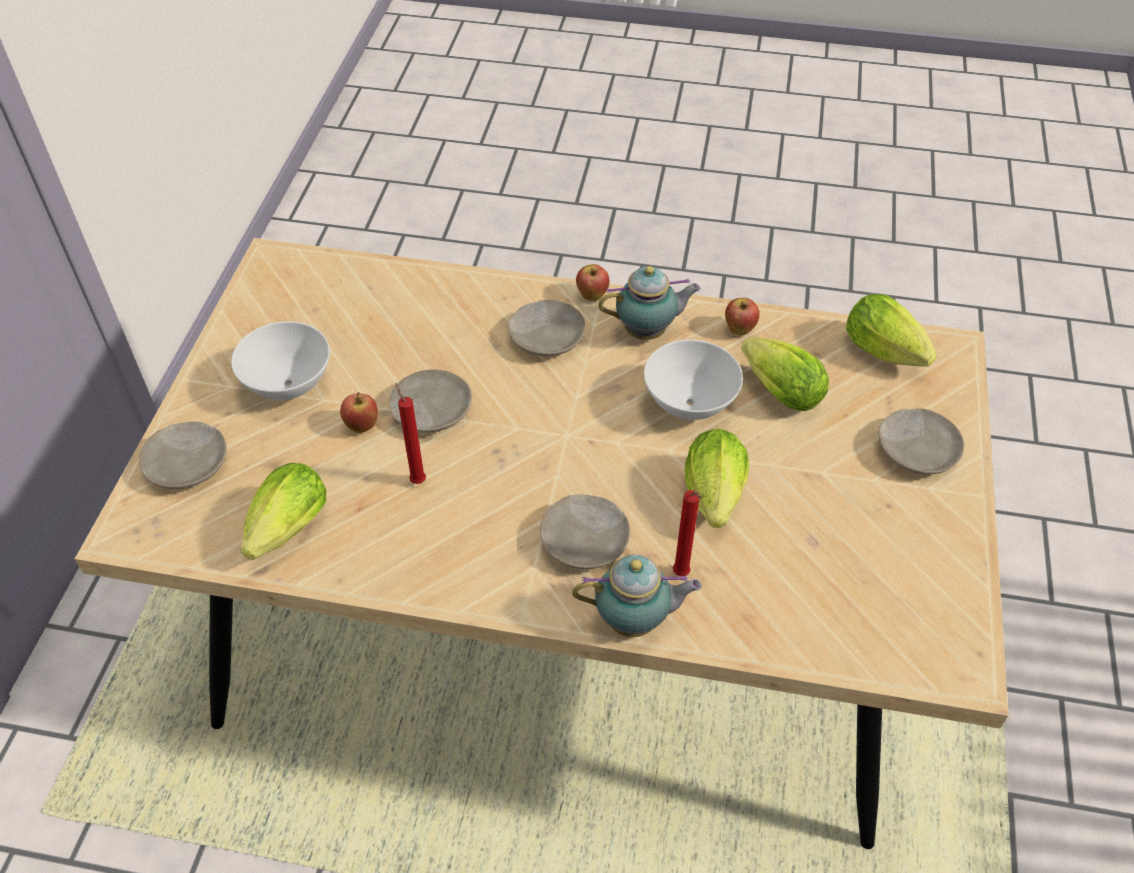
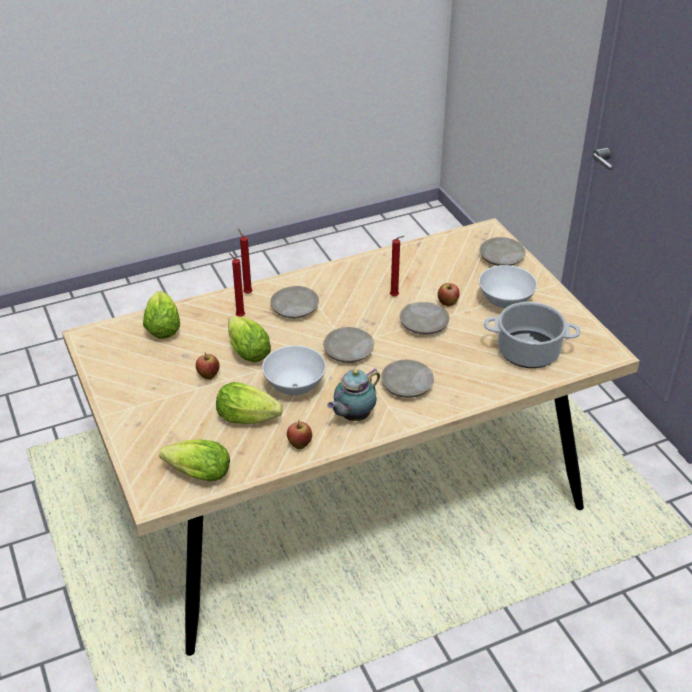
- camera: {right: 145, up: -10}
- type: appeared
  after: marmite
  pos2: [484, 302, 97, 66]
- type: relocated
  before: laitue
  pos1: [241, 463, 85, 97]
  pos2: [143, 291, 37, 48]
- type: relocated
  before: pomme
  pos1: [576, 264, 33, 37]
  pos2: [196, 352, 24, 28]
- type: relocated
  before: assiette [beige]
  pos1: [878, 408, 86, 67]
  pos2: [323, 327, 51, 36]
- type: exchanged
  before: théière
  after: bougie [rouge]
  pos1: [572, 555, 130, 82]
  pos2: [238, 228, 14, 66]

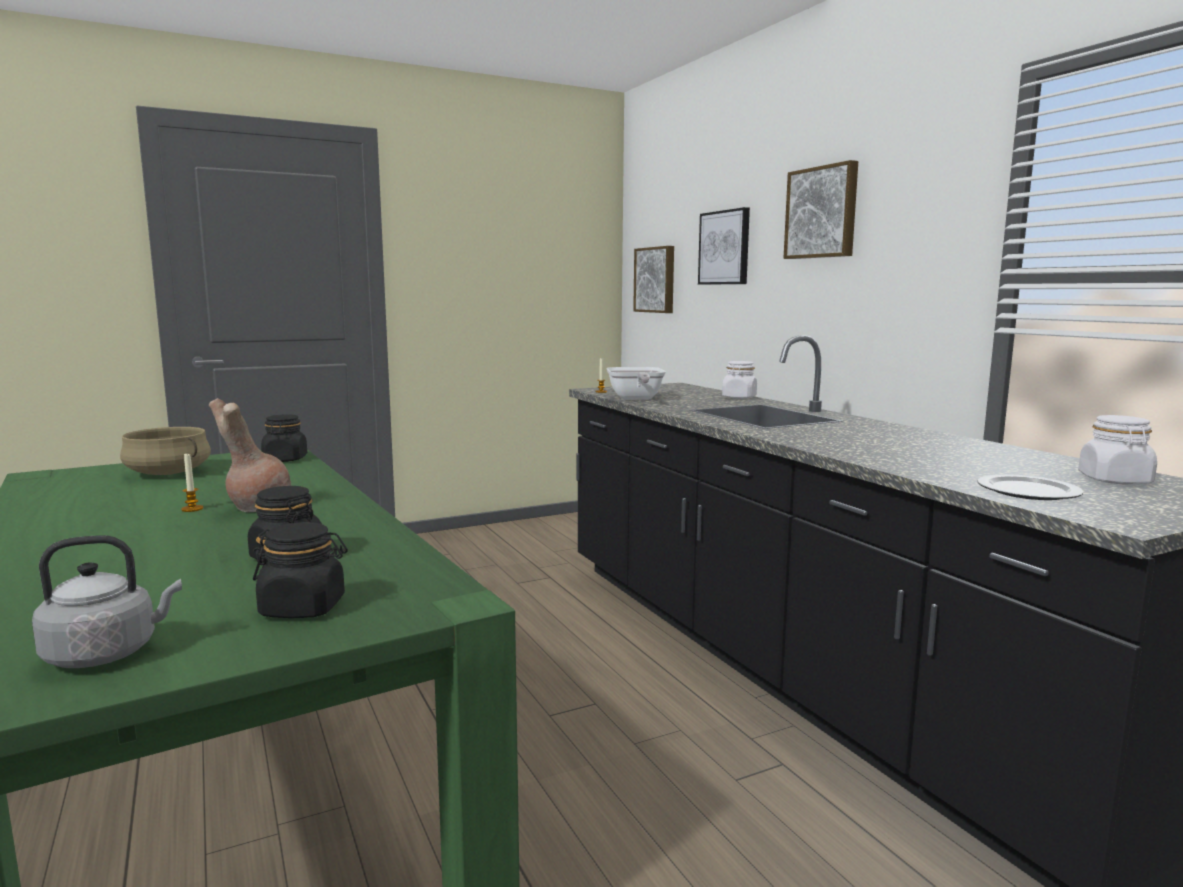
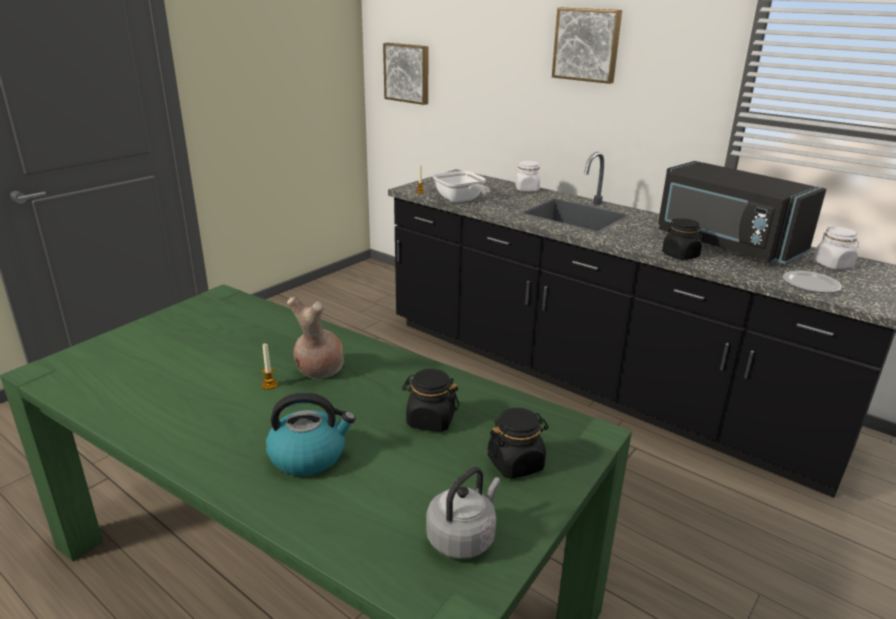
- camera: {right: -25, up: 15}
- type: missing
  before: marmite [beige]
  pos1: [120, 427, 91, 48]
- type: missing
  before: tableau
  pos1: [698, 207, 52, 78]
- type: appeared
  after: bouilloire
  pos2: [266, 393, 90, 83]
- type: appeared
  after: micro-ondes [noir]
  pos2: [658, 161, 168, 103]
- type: relocated
  before: bocal [noir]
  pos1: [261, 414, 46, 48]
  pos2: [662, 218, 41, 42]

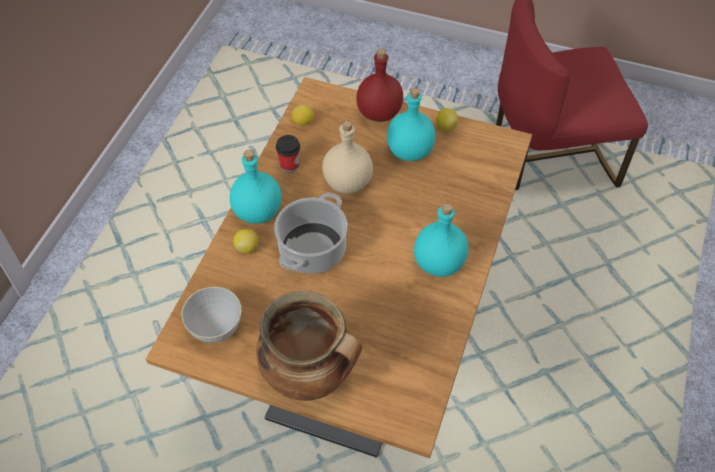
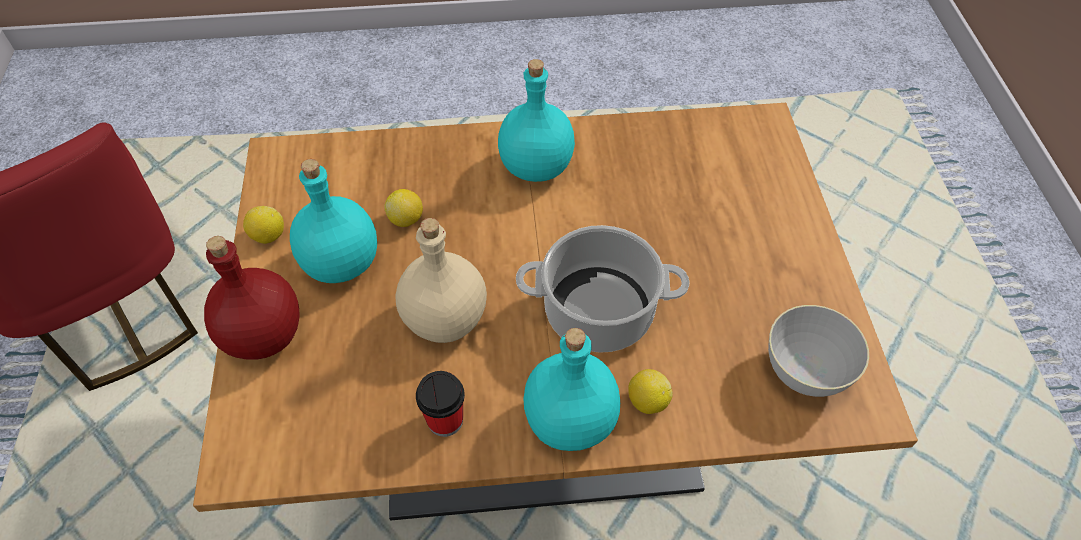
- camera: {right: -115, up: 0}
- type: missing
  before: marmite
  pos1: [256, 291, 106, 110]
- type: relocated
  before: citron
  pos1: [291, 104, 22, 21]
  pos2: [384, 189, 39, 38]

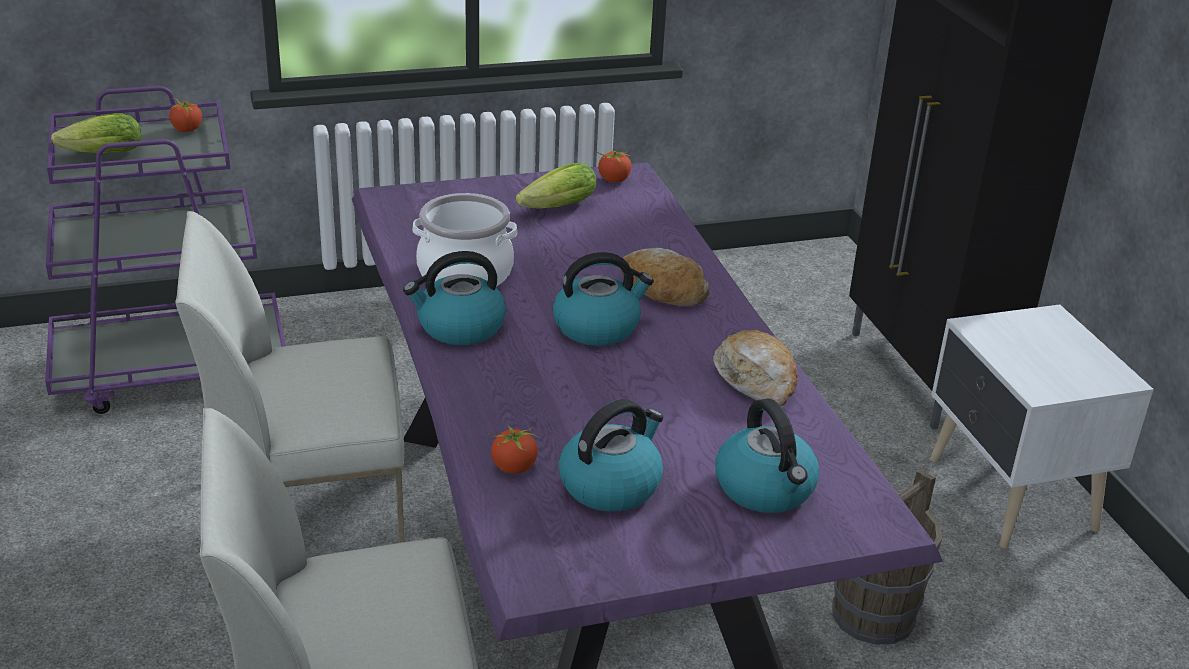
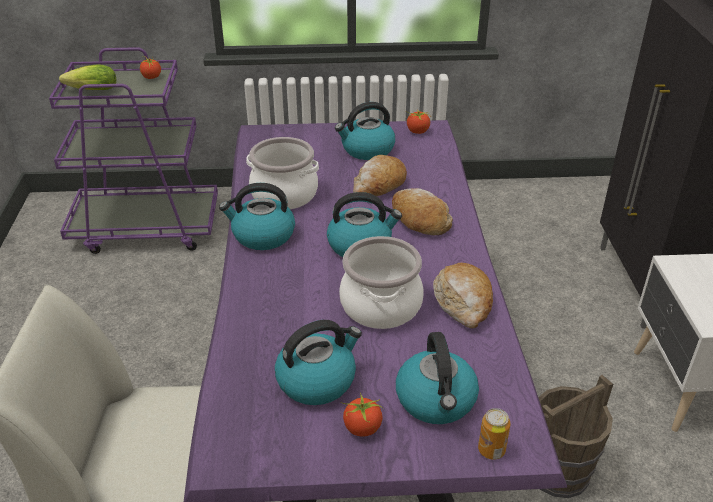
- camera: {right: 15, up: 5}
- type: missing
  before: chaise [blanc]
  pos1: [175, 211, 229, 377]
- type: appeared
  after: marmite
  pos2: [339, 236, 85, 93]
- type: appeared
  after: pain
  pos2: [353, 155, 54, 41]
- type: appeared
  after: boîte métallique
  pos2: [478, 408, 33, 52]
- type: relocated
  before: tomate
  pos1: [488, 424, 50, 50]
  pos2: [341, 393, 43, 44]
- type: exchanged
  before: laitue
  after: bouilloire
  pos1: [516, 163, 80, 46]
  pos2: [335, 102, 60, 58]

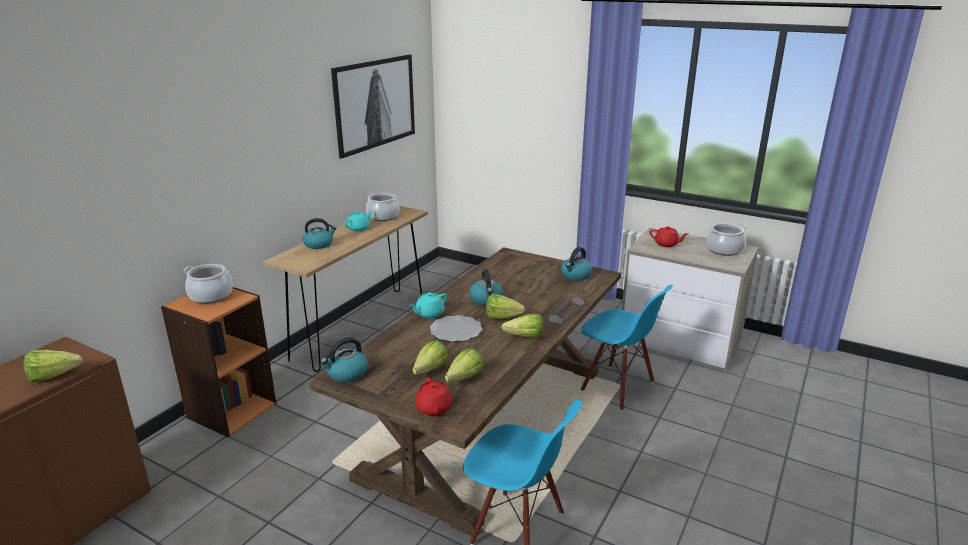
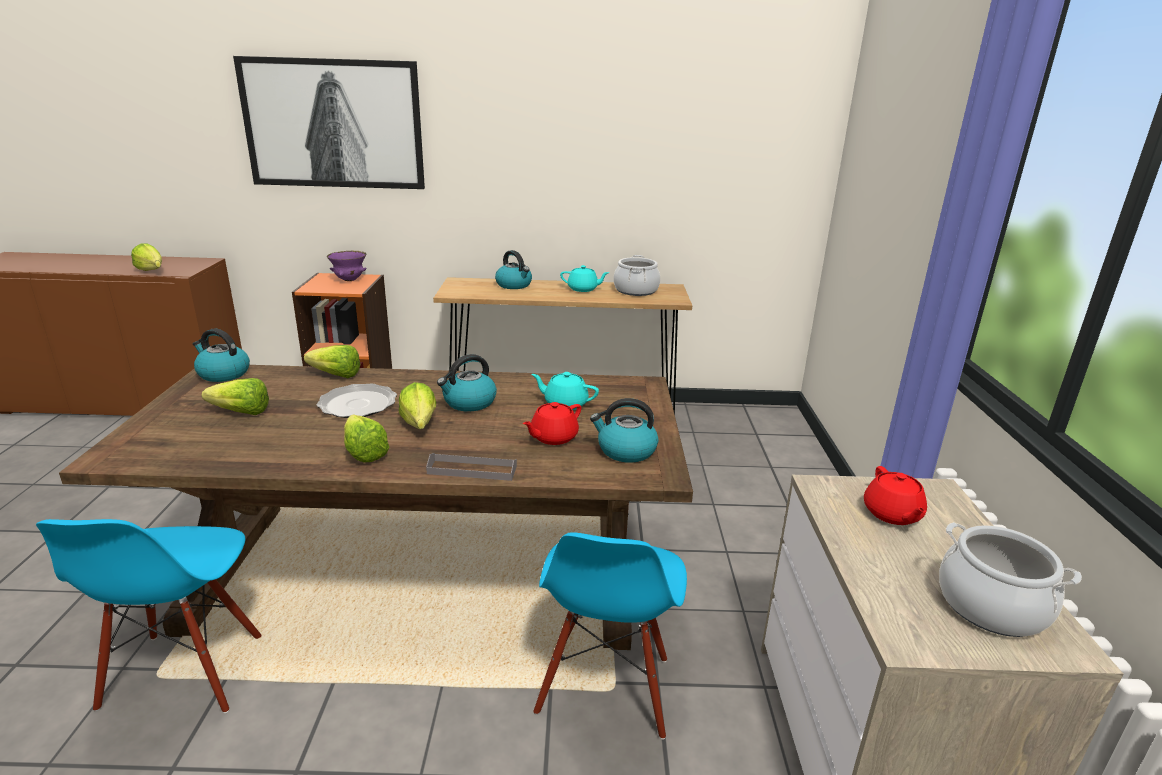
- camera: {right: 60, up: 0}
- type: relocated
  before: tableau
  pos1: [331, 54, 84, 105]
  pos2: [233, 56, 192, 133]
- type: relocated
  before: théière [turquoise]
  pos1: [409, 292, 38, 26]
  pos2: [531, 372, 68, 38]
- type: relocated
  before: théière [rouge]
  pos1: [415, 377, 37, 39]
  pos2: [523, 402, 58, 43]
- type: relocated
  before: laitue
  pos1: [445, 349, 38, 33]
  pos2: [304, 345, 56, 33]
- type: exchanged
  before: marmite
  after: bol [violet]
  pos1: [183, 264, 50, 40]
  pos2: [327, 251, 40, 30]

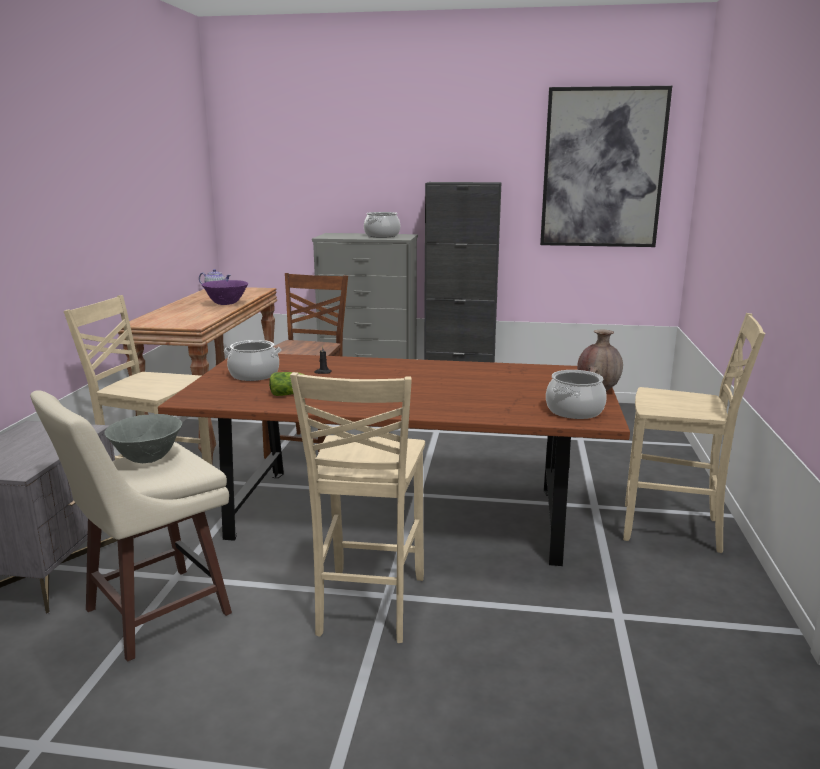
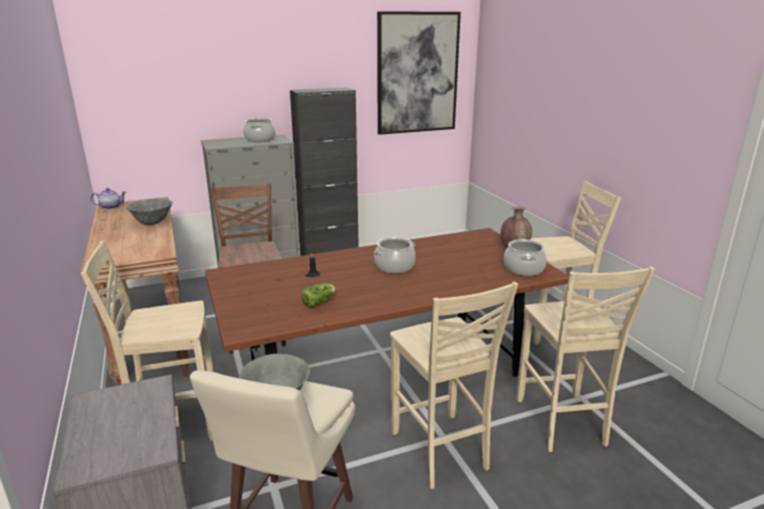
- camera: {right: -30, up: 5}
- type: appeared
  after: chaise [beige]
  pos2: [516, 267, 139, 185]
- type: relocated
  before: marmite
  pos1: [224, 340, 57, 41]
  pos2: [374, 237, 42, 36]
- type: colour
  before: bol [violet]
  after: bol [gris]
  pos1: [201, 280, 48, 25]
  pos2: [126, 198, 47, 27]

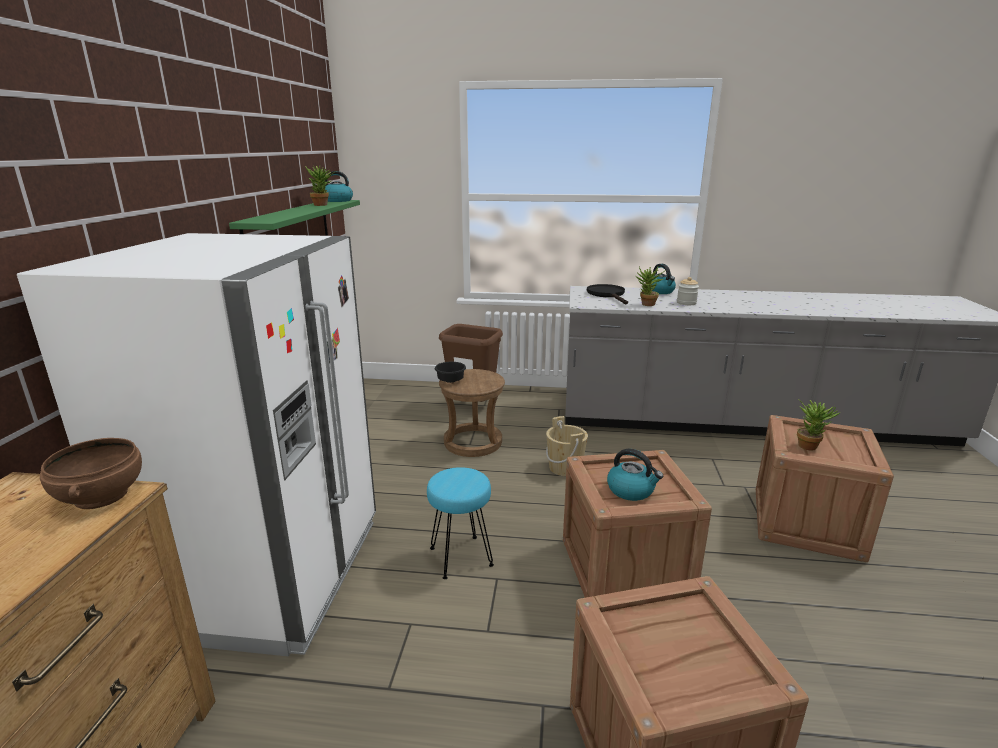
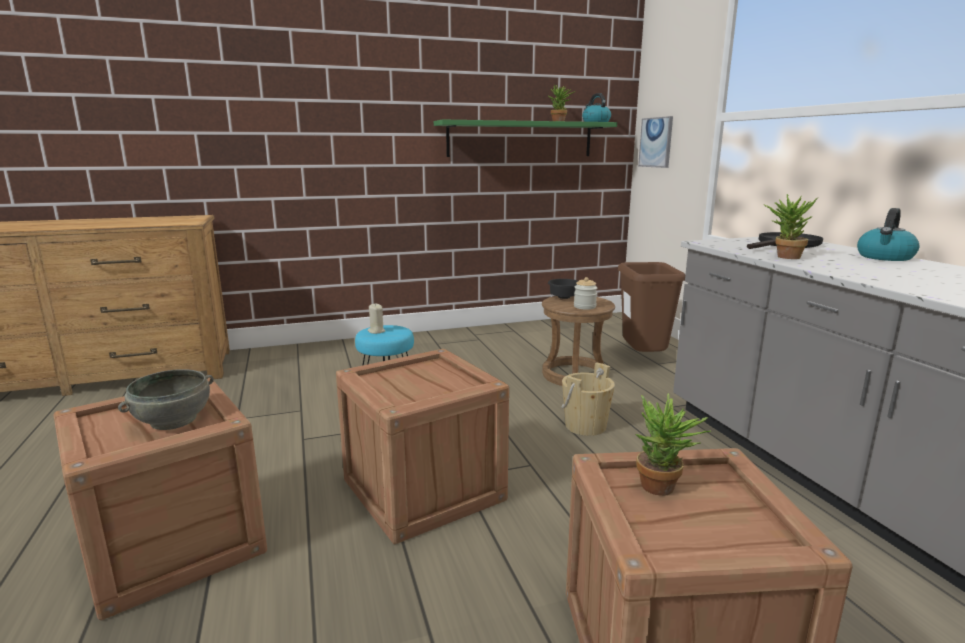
- camera: {right: 65, up: -5}
- type: missing
  before: réfrigérateur [blanc]
  pos1: [17, 233, 359, 423]
- type: missing
  before: bol [marron]
  pos1: [40, 438, 102, 71]
- type: missing
  before: bouilloire
  pos1: [607, 449, 56, 52]
- type: appeared
  after: bol [gris]
  pos2: [118, 369, 96, 61]
- type: appeared
  after: bougie [beige]
  pos2: [367, 303, 18, 31]
- type: appeared
  after: tableau
  pos2: [638, 116, 35, 52]
- type: relocated
  before: bocal
  pos1: [677, 277, 22, 28]
  pos2: [574, 277, 23, 33]

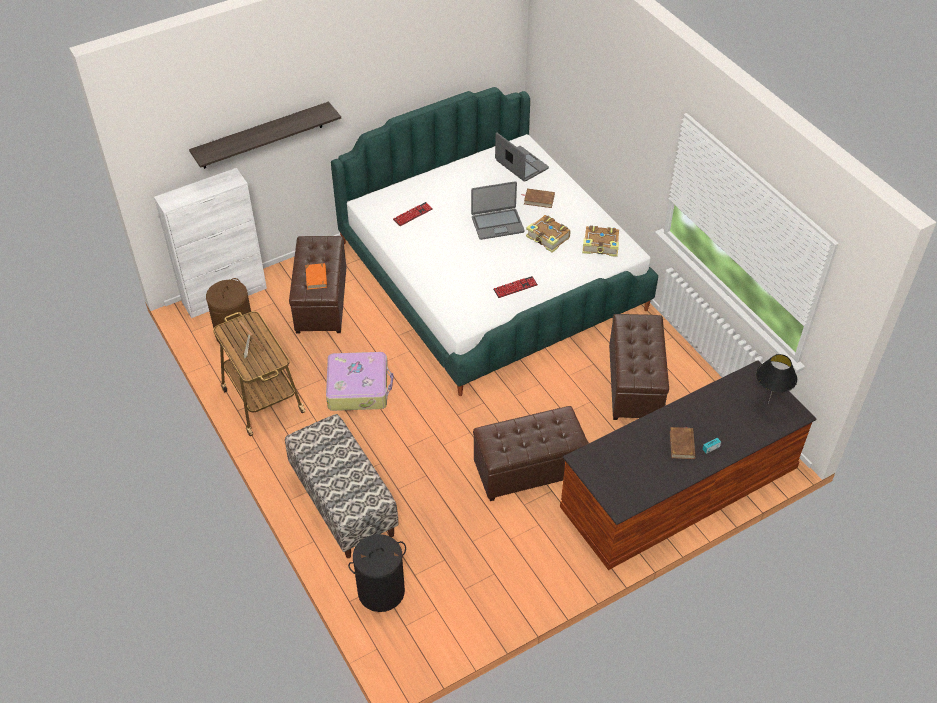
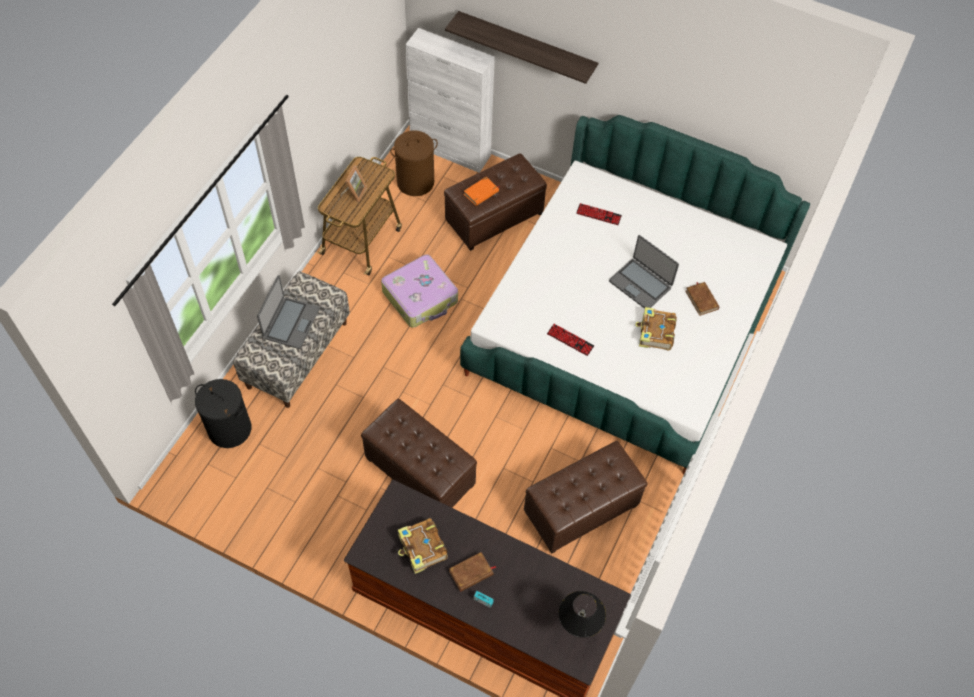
- camera: {right: 55, up: 10}
- type: relocated
  before: ordinateur portable
  pos1: [495, 132, 54, 50]
  pos2: [257, 275, 63, 74]
- type: relocated
  before: livre
  pos1: [582, 225, 37, 32]
  pos2: [398, 518, 50, 56]

